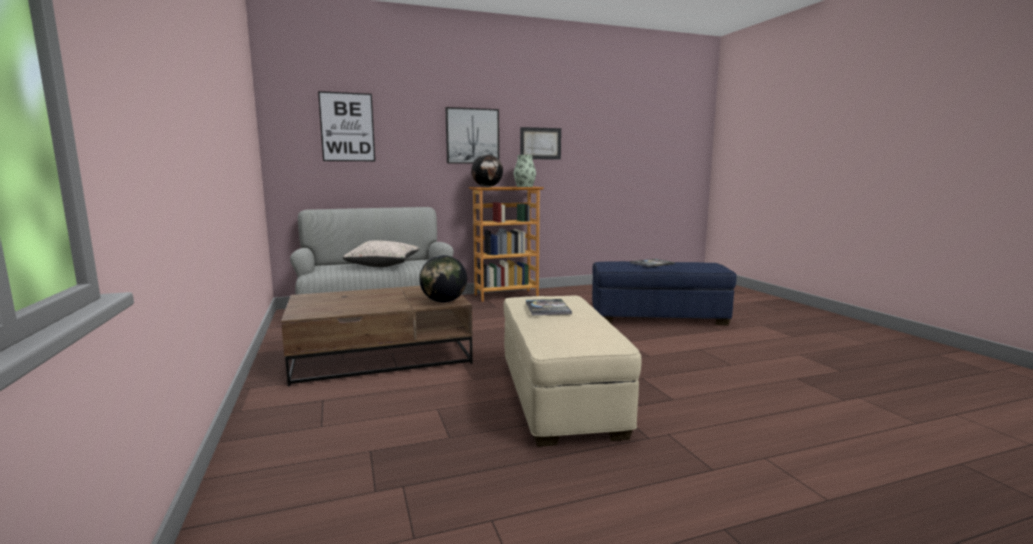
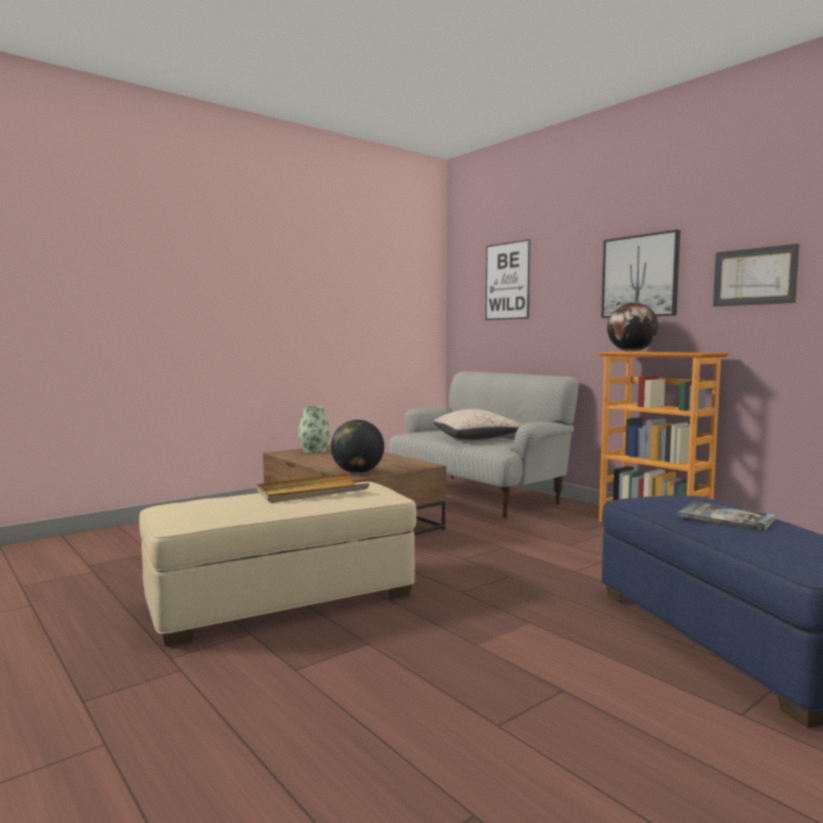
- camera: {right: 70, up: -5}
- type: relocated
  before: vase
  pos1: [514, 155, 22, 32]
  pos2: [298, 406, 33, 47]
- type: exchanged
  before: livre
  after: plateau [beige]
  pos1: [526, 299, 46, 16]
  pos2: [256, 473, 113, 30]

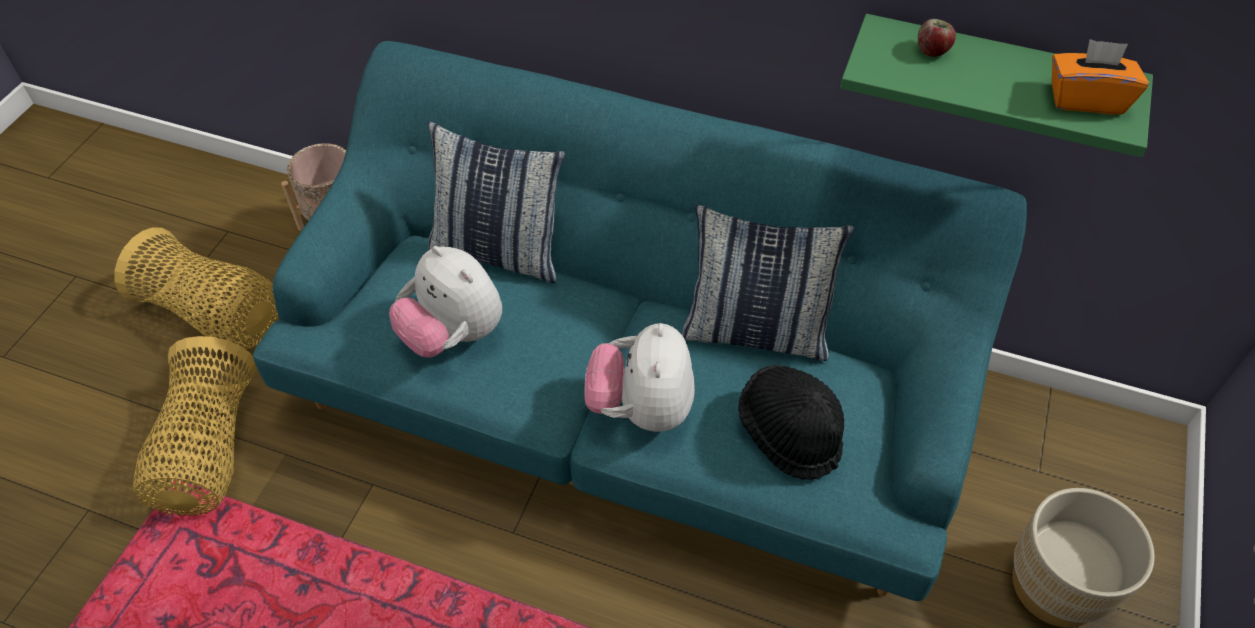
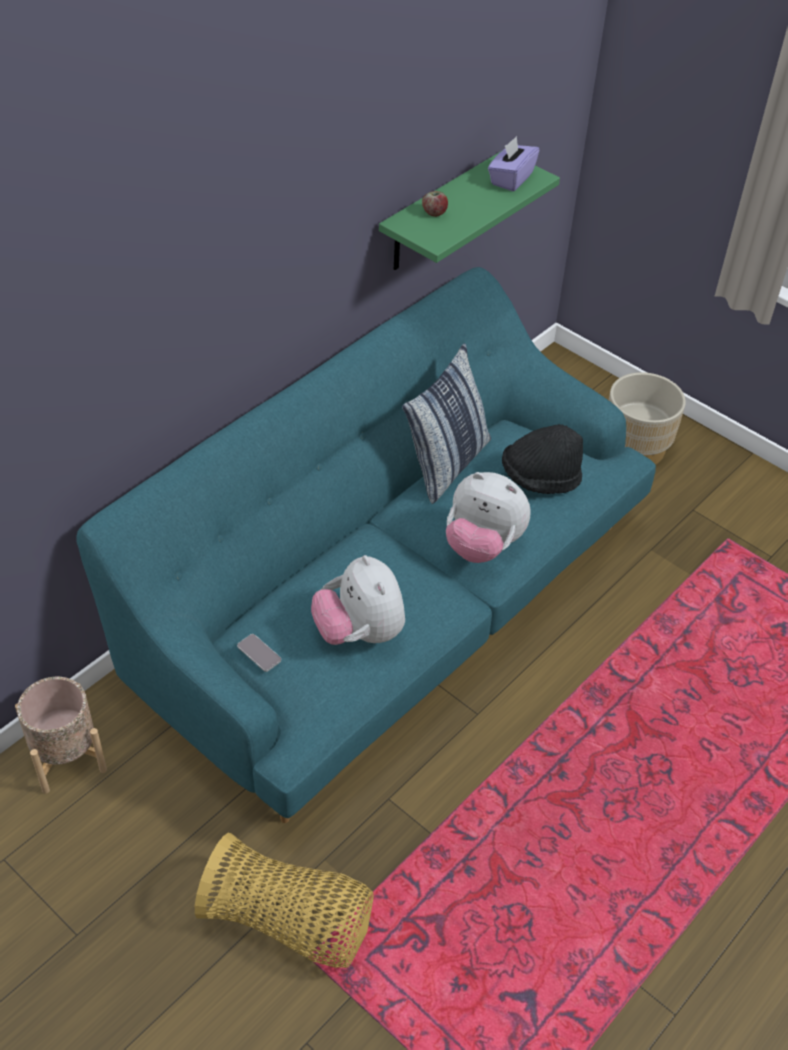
- camera: {right: -70, up: -5}
- type: missing
  before: panier
  pos1: [114, 227, 164, 122]
- type: missing
  before: coussin
  pos1: [428, 121, 137, 162]
- type: appeared
  after: téléphone
  pos2: [237, 634, 44, 38]
- type: colour
  before: boîte à mouchoirs [orange]
  after: boîte à mouchoirs [violet]
  pos1: [1051, 39, 98, 75]
  pos2: [488, 136, 51, 55]
- type: spun
  before: peluche
  pos1: [389, 246, 113, 112]
  pos2: [311, 555, 94, 90]
  turn: 90

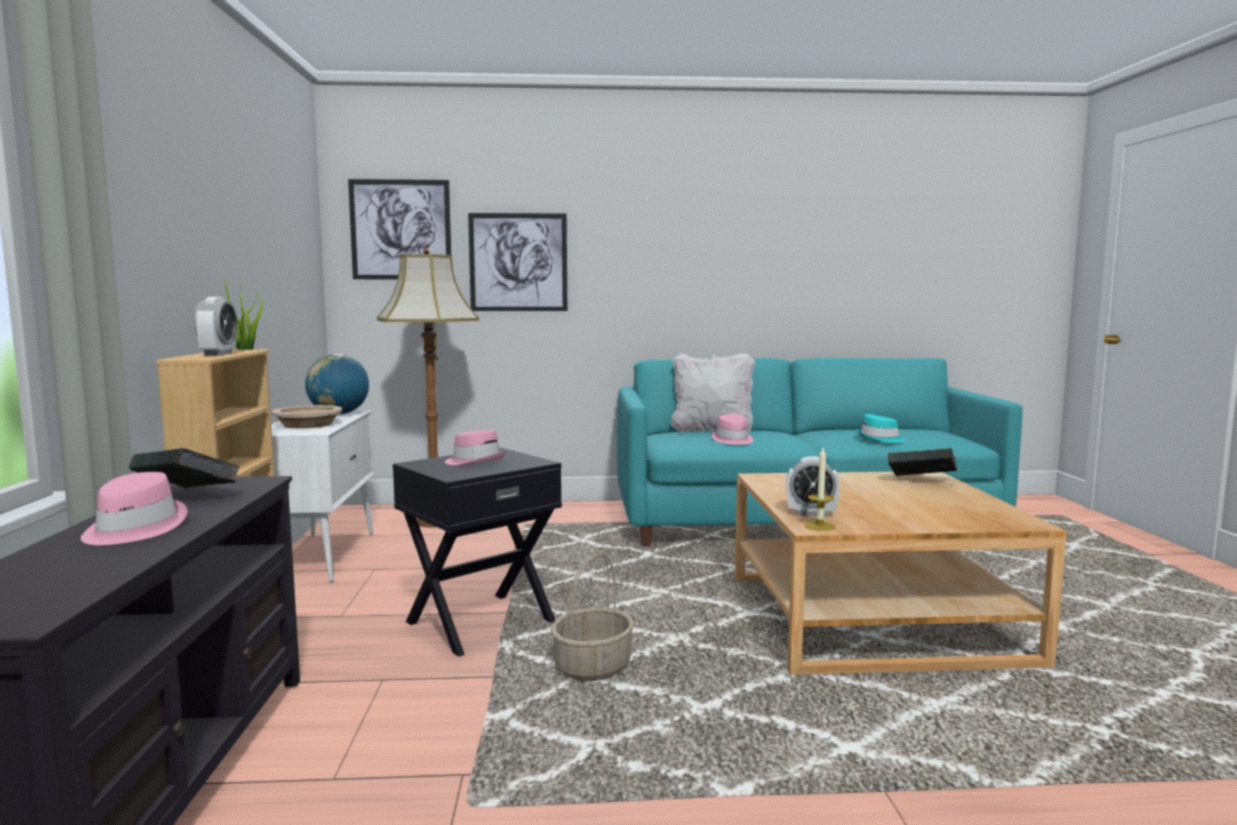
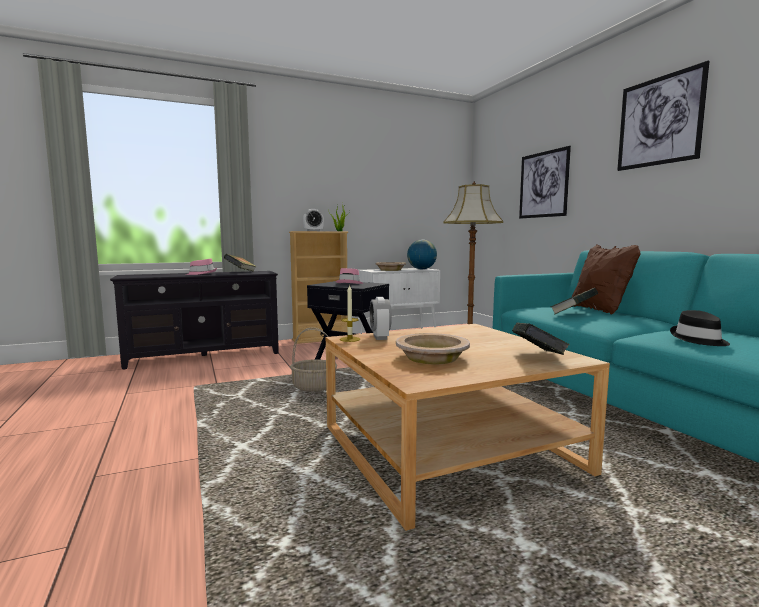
- camera: {right: 70, up: 0}
- type: appeared
  after: bol [beige]
  pos2: [396, 333, 74, 31]
- type: relocated
  before: tableau
  pos1: [348, 179, 103, 100]
  pos2: [617, 61, 92, 110]
- type: exchanged
  before: chapeau [rose]
  after: livre
  pos1: [712, 414, 41, 31]
  pos2: [550, 288, 48, 27]
- type: colour
  before: coussin [blanc]
  after: coussin [marron]
  pos1: [671, 353, 84, 80]
  pos2: [572, 244, 68, 71]
- type: colour
  before: chapeau [turquoise]
  after: chapeau [noir]
  pos1: [857, 414, 49, 29]
  pos2: [670, 310, 60, 36]

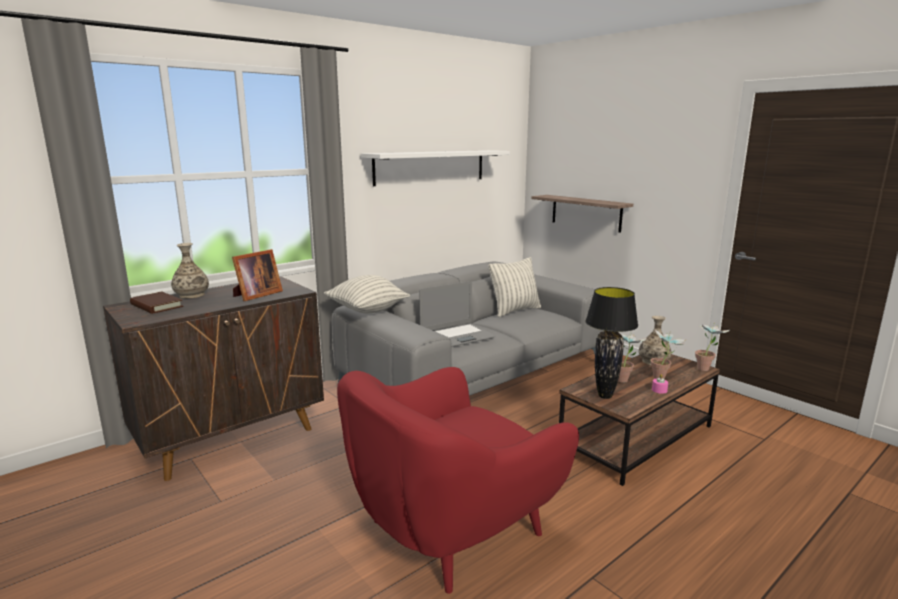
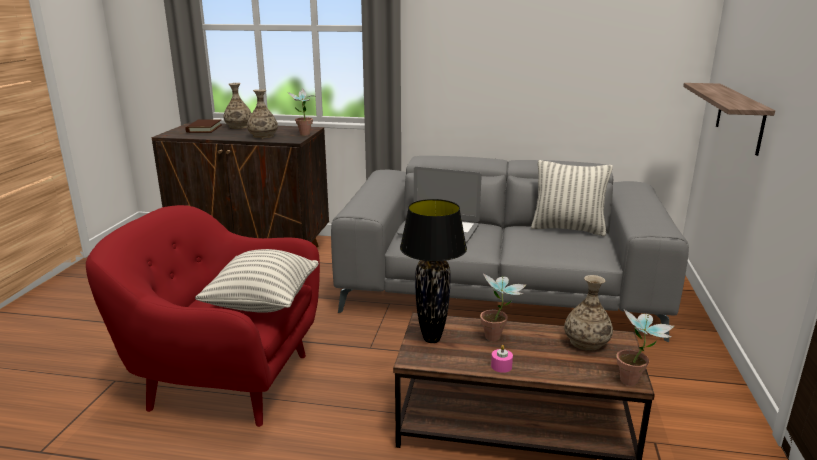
- camera: {right: 50, up: 5}
- type: missing
  before: étagère [blanc]
  pos1: [361, 150, 149, 36]
- type: relocated
  before: coussin
  pos1: [324, 275, 86, 38]
  pos2: [195, 249, 124, 64]
- type: relocated
  before: plante en pot
  pos1: [651, 330, 36, 49]
  pos2: [288, 88, 29, 48]
- type: exchanged
  before: cadre photo
  after: vase
  pos1: [232, 249, 51, 52]
  pos2: [247, 89, 31, 49]

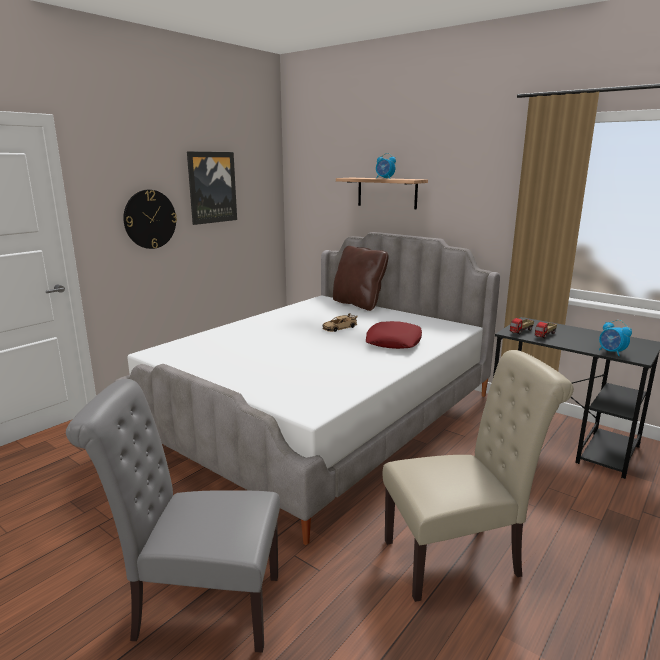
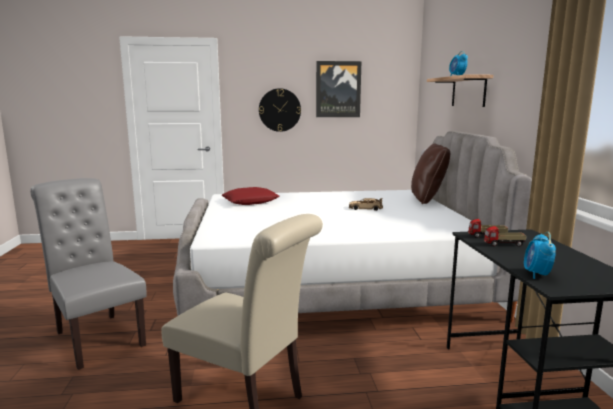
- camera: {right: 45, up: -5}
- type: relocated
  before: coussin [rouge]
  pos1: [366, 321, 56, 28]
  pos2: [221, 187, 59, 18]

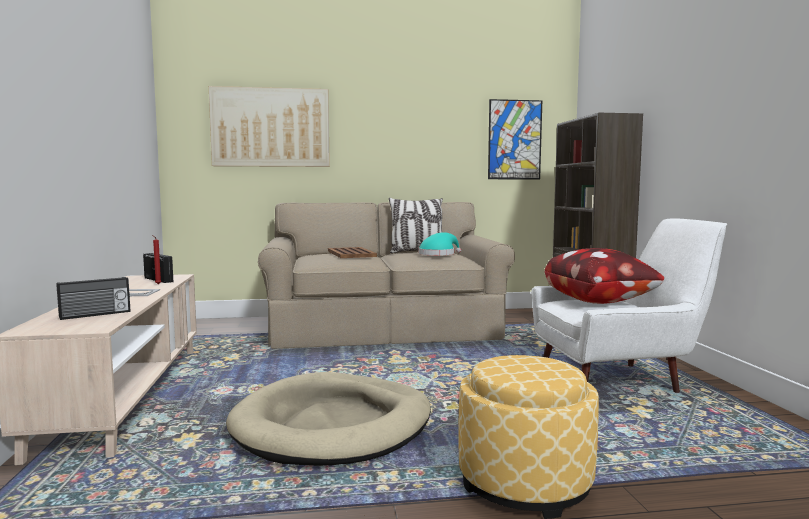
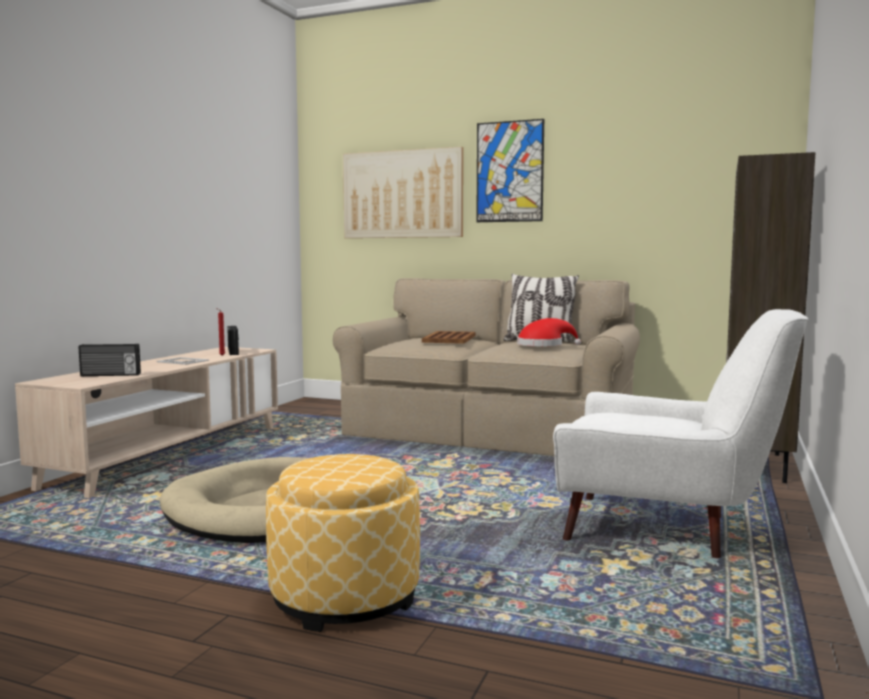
- camera: {right: 30, up: 0}
- type: missing
  before: coussin
  pos1: [545, 248, 119, 56]
- type: relocated
  before: tableau
  pos1: [488, 99, 54, 80]
  pos2: [476, 119, 68, 103]
- type: colour
  before: chapeau [turquoise]
  after: chapeau [rouge]
  pos1: [418, 232, 43, 23]
  pos2: [517, 318, 64, 28]

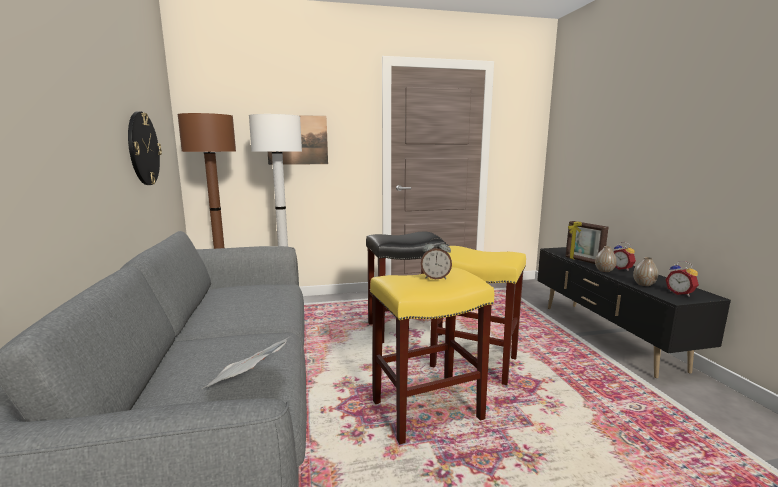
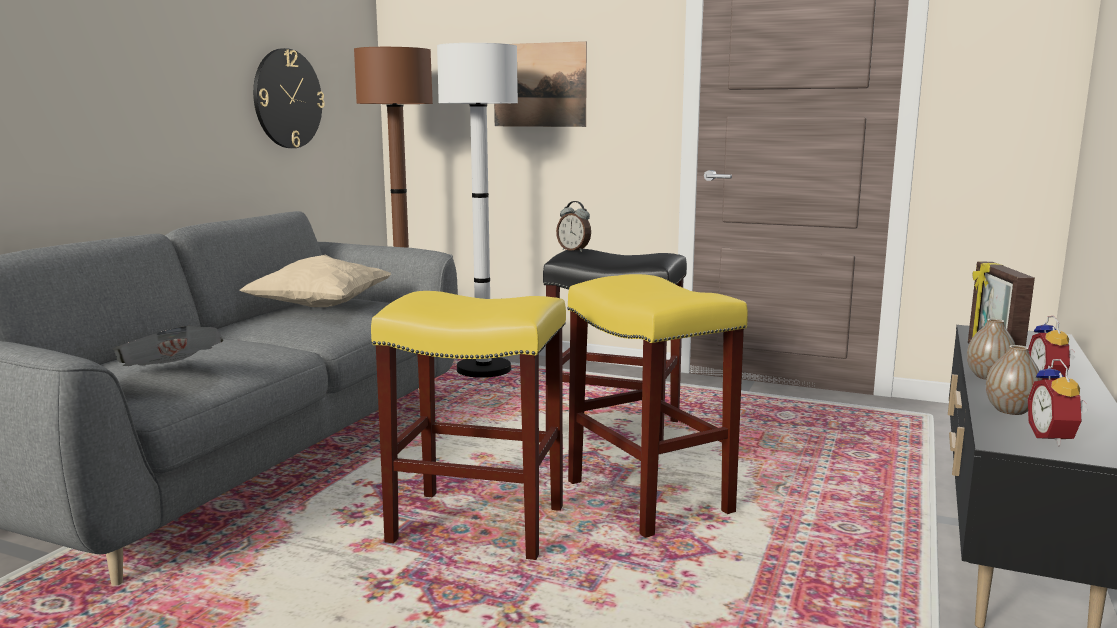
- camera: {right: 35, up: 0}
- type: appeared
  after: coussin [beige]
  pos2: [240, 255, 151, 52]
- type: relocated
  before: réveil
  pos1: [421, 238, 31, 41]
  pos2: [556, 201, 35, 51]

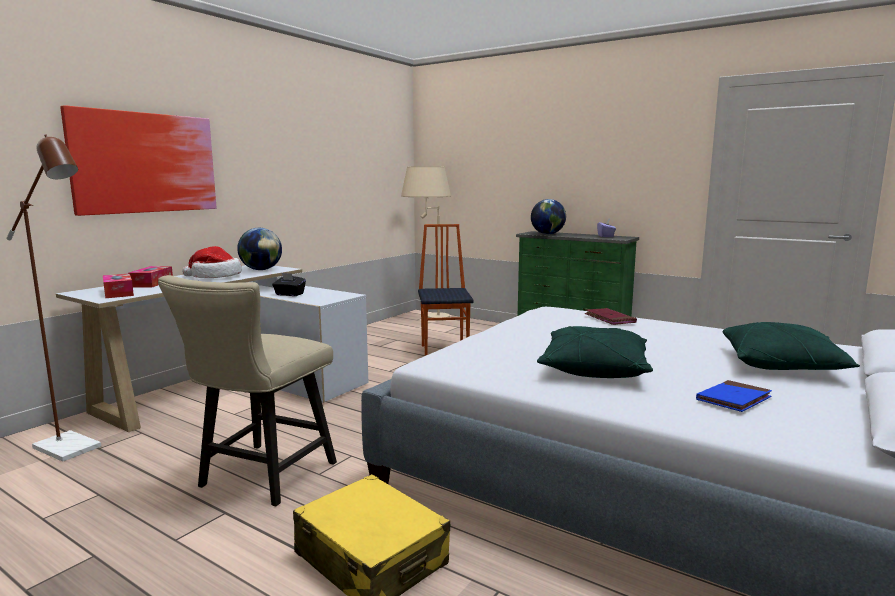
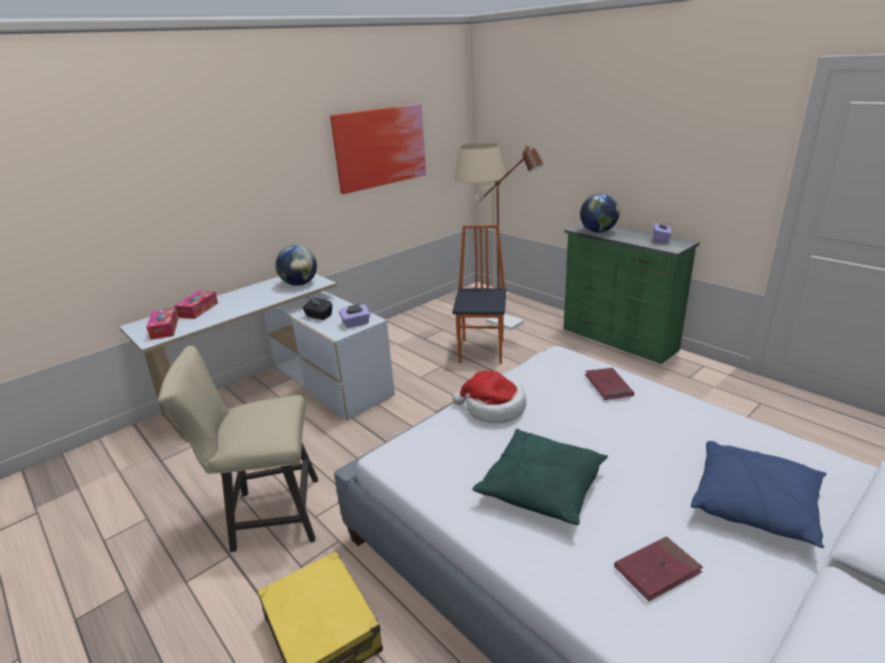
- camera: {right: 15, up: 15}
- type: appeared
  after: boîte à mouchoirs [violet]
  pos2: [339, 304, 31, 24]
- type: relocated
  before: lampadaire [marron]
  pos1: [6, 134, 95, 328]
  pos2: [478, 145, 66, 185]
- type: relocated
  before: tableau
  pos1: [60, 105, 157, 111]
  pos2: [330, 104, 96, 90]
- type: relocated
  before: chapeau
  pos1: [182, 246, 60, 32]
  pos2: [452, 371, 74, 52]
- type: colour
  before: livre [bleu]
  after: livre [rouge]
  pos1: [696, 380, 76, 32]
  pos2: [614, 537, 89, 64]
- type: colour
  before: coussin [vert]
  after: coussin [bleu]
  pos1: [723, 322, 137, 48]
  pos2: [691, 441, 135, 107]
- type: spun
  before: chaise [beige]
  pos1: [158, 275, 179, 231]
  pos2: [158, 346, 160, 206]
  turn: 45

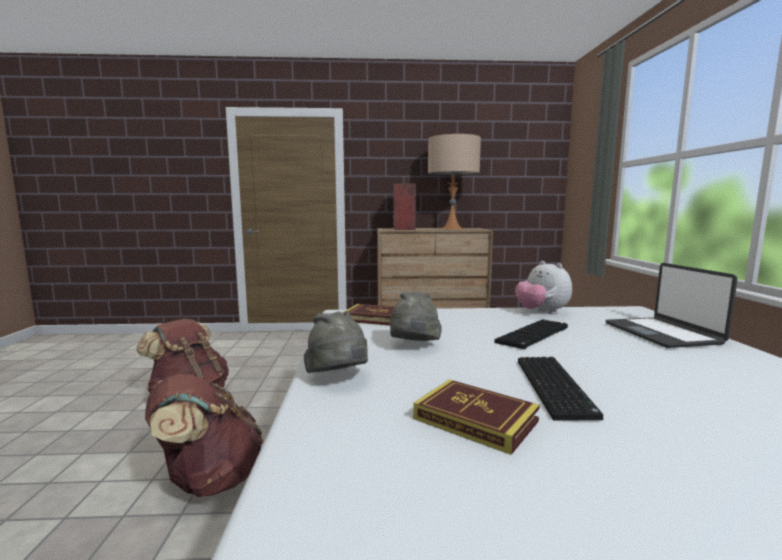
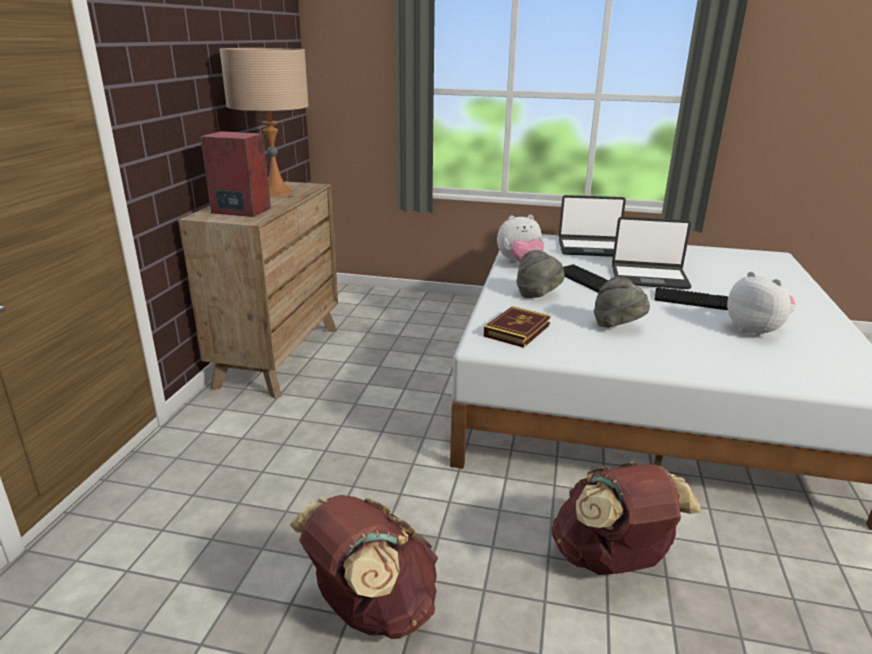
- camera: {right: -75, up: 15}
- type: appeared
  after: ordinateur portable
  pos2: [612, 217, 80, 72]
- type: relocated
  before: chapeau [gris]
  pos1: [304, 311, 64, 62]
  pos2: [516, 250, 49, 48]
- type: exchanged
  before: livre
  after: peluche
  pos1: [413, 379, 127, 76]
  pos2: [727, 271, 69, 67]

